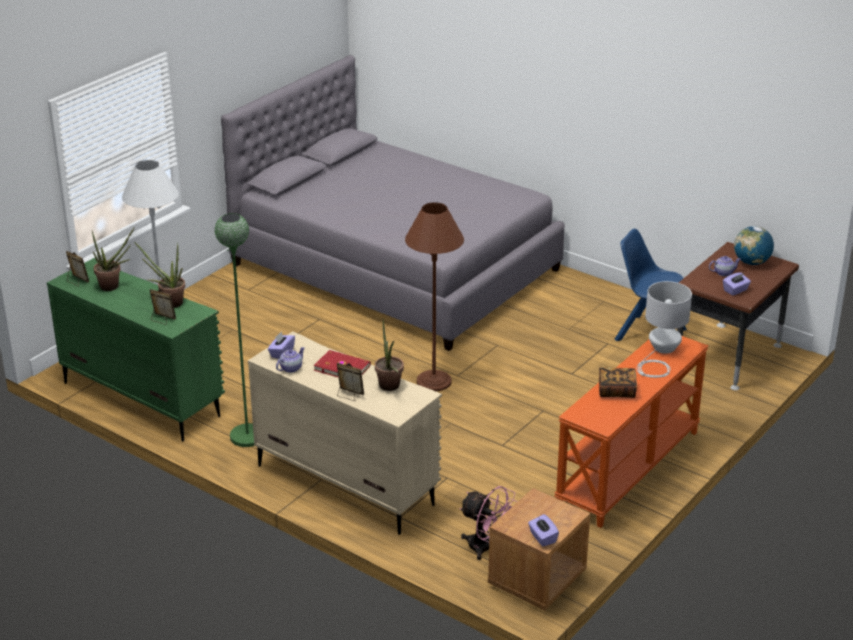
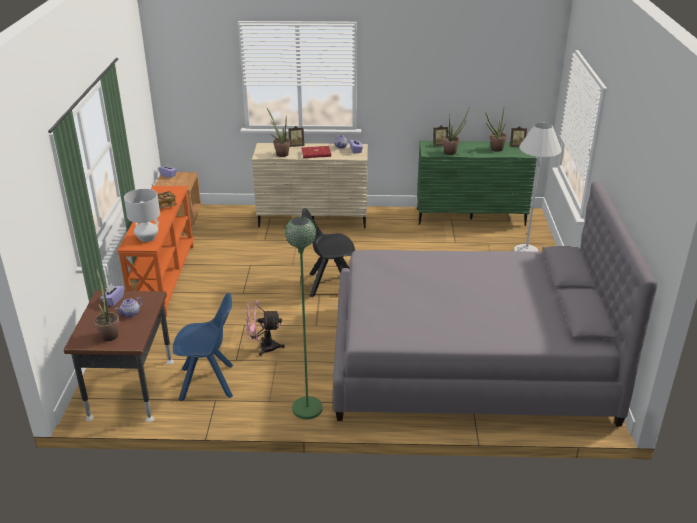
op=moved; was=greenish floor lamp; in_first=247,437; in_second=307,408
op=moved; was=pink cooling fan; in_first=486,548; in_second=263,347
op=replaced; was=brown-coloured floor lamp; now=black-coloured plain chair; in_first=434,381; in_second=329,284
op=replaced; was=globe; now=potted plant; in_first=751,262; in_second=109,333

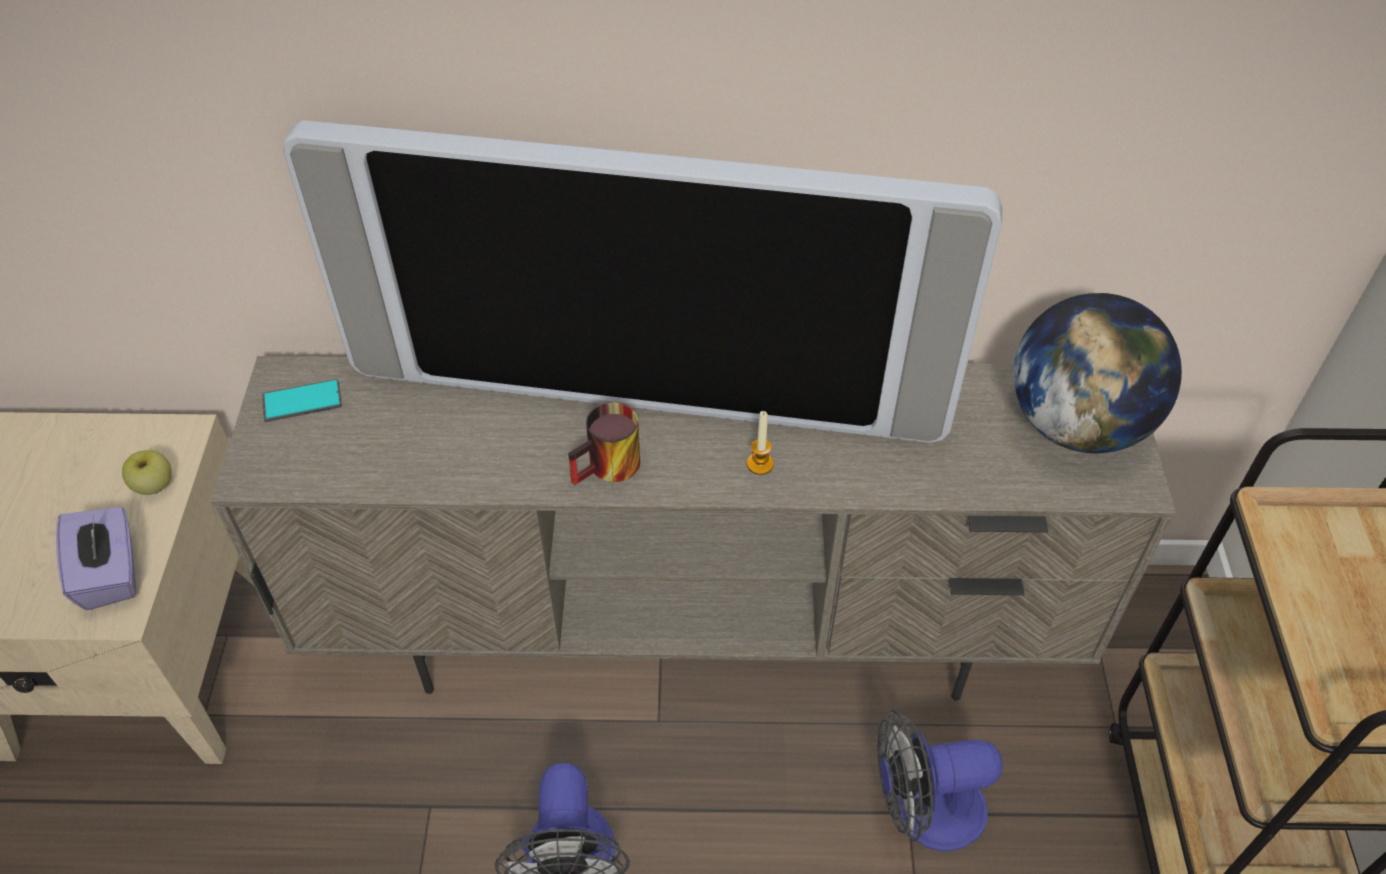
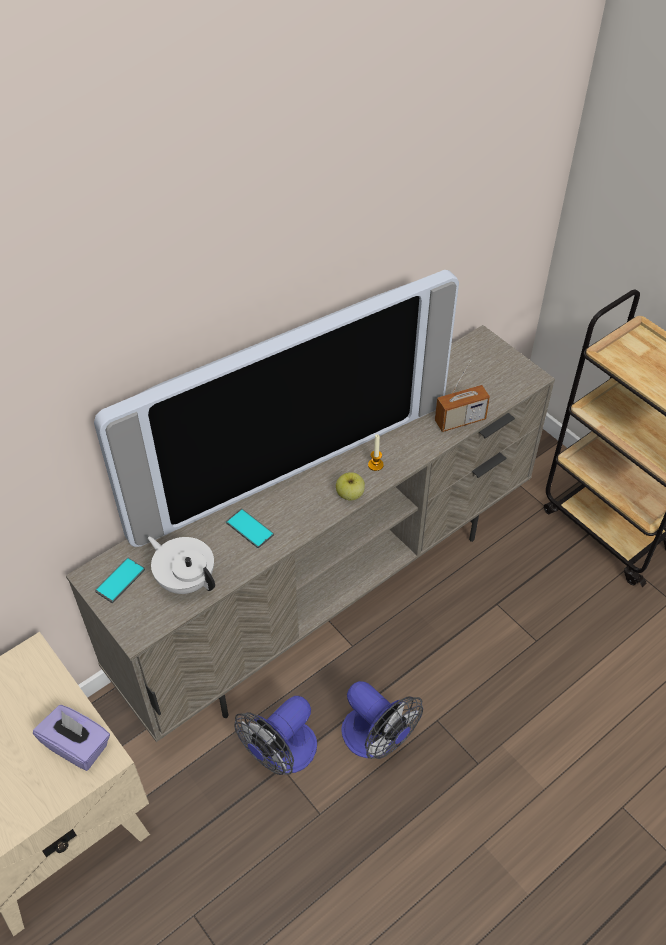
op=removed; was=coffee mug; in_first=610,469
op=removed; was=globe; in_first=1076,424
op=added; now=whitish pot for tea; in_second=186,579
op=added; now=telephone; in_second=249,529
op=added; now=radio set; in_second=460,420
op=moved; was=whole apple; in_first=154,485; in_second=350,495
op=moved; was=cooling fan; in_first=924,811; in_second=282,755

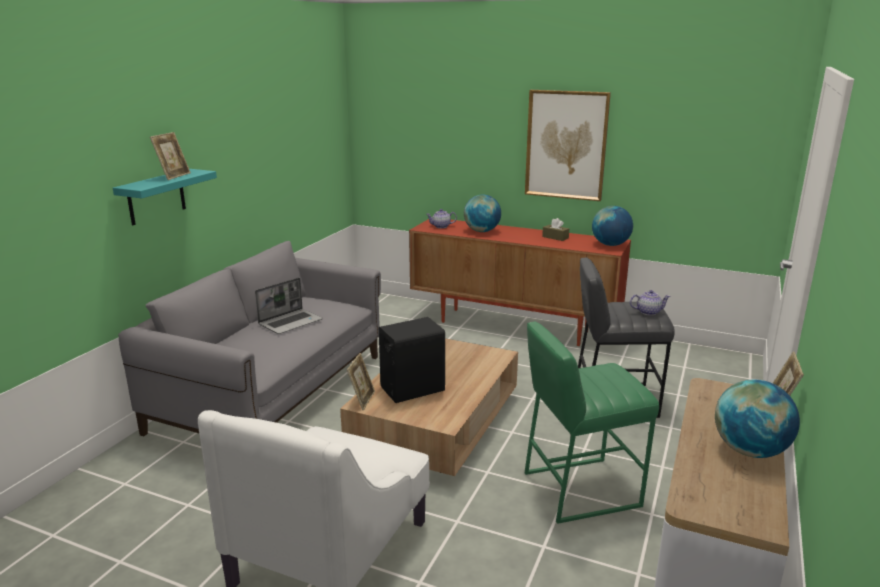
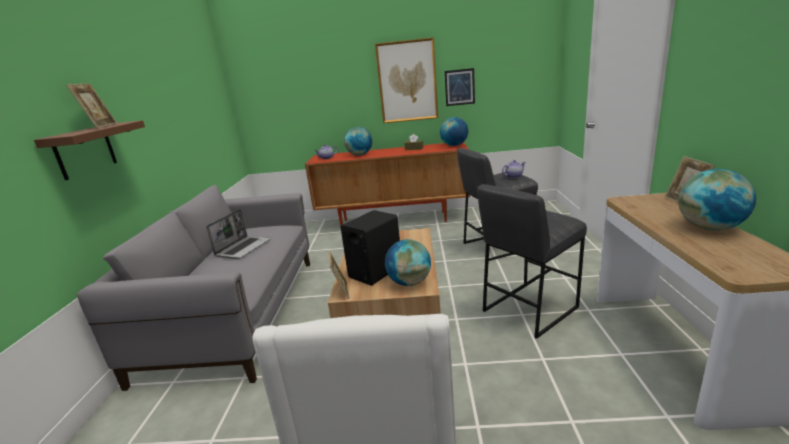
op=added; now=globe; in_second=409,282
op=added; now=wall picture; in_second=459,87
op=recoloured; was=turquoise wall shelf; now=brown-coloured wall shelf; in_first=156,197; in_second=85,151
op=recoloured; was=greenish stool; now=greyish stool; in_first=579,489; in_second=529,309

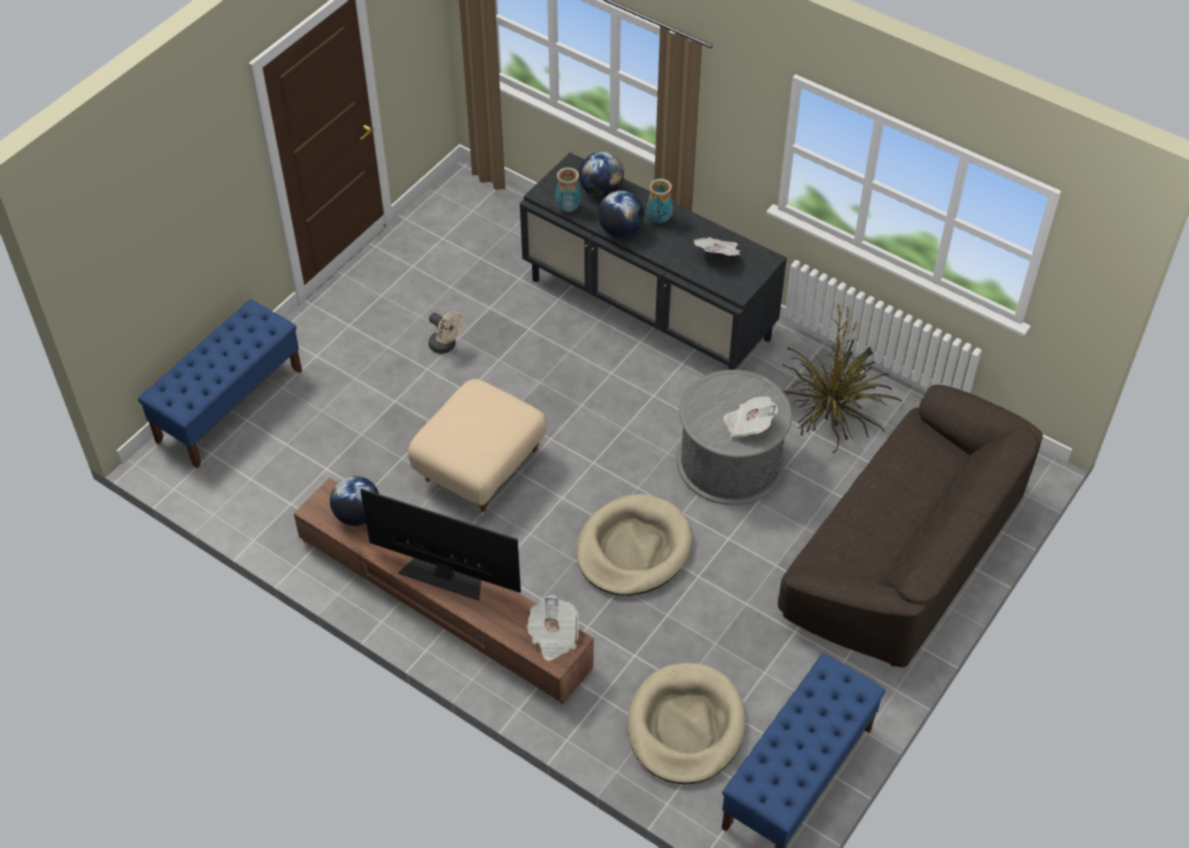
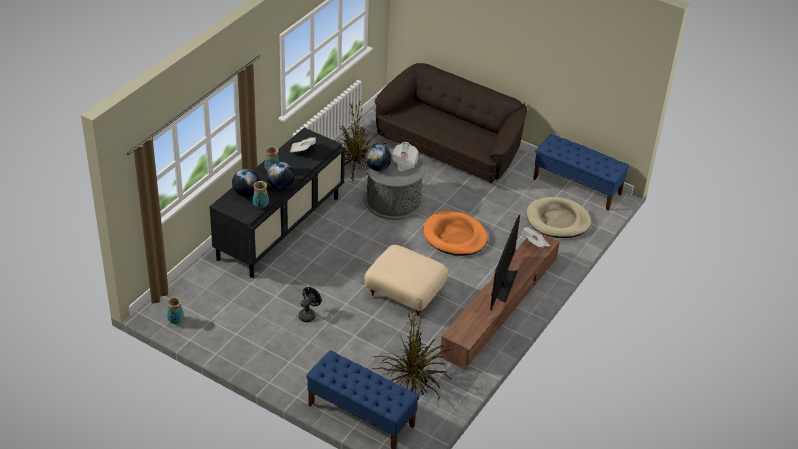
op=added; now=vase; in_second=175,321
op=added; now=potted plant; in_second=413,380
op=moved; was=globe; in_first=357,515; in_second=378,168
op=recoloured; was=beige-coloured cooling fan; now=black-coloured cooling fan; in_first=446,346; in_second=308,314
op=recoloured; was=beige-coloured dog bed; now=orange dog bed; in_first=633,549; in_second=455,236

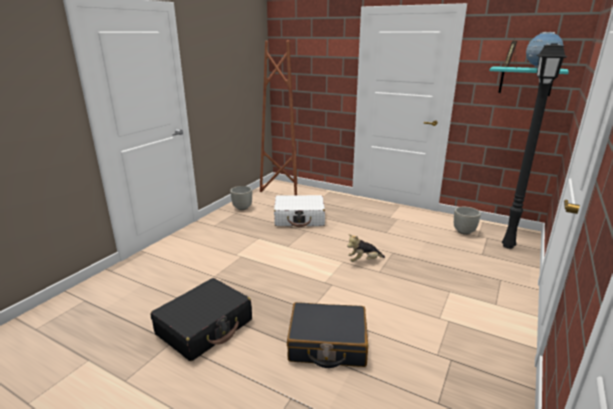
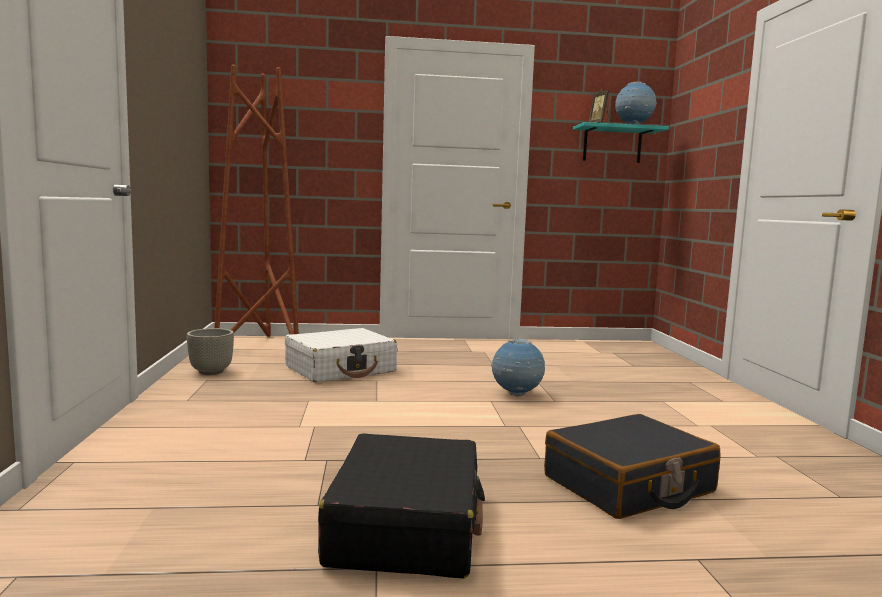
op=removed; was=greyish planter; in_first=464,231
op=removed; was=black-coloured floor lamp; in_first=507,246
op=replaced; was=cuddly toy; now=globe; in_first=364,261; in_second=516,395

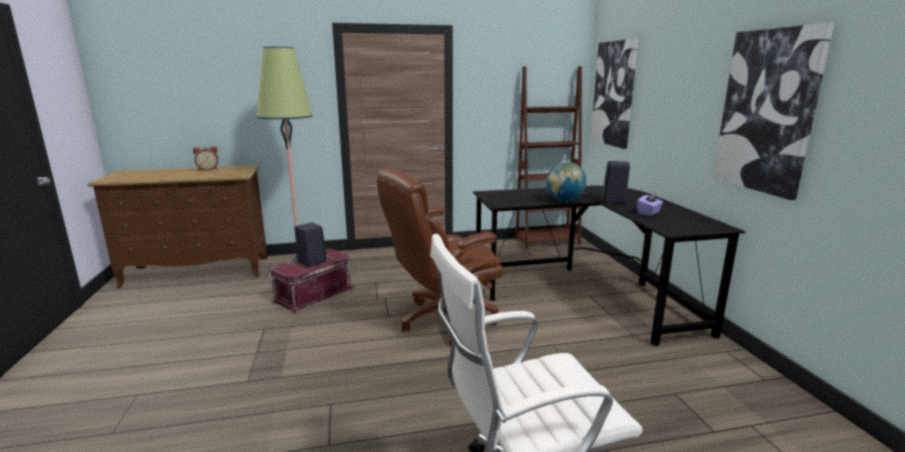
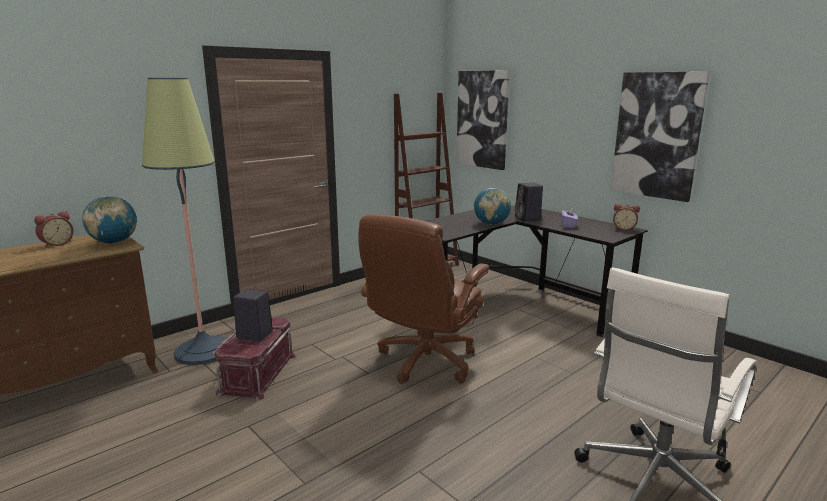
op=added; now=globe; in_second=114,242
op=added; now=bedside clock; in_second=624,228

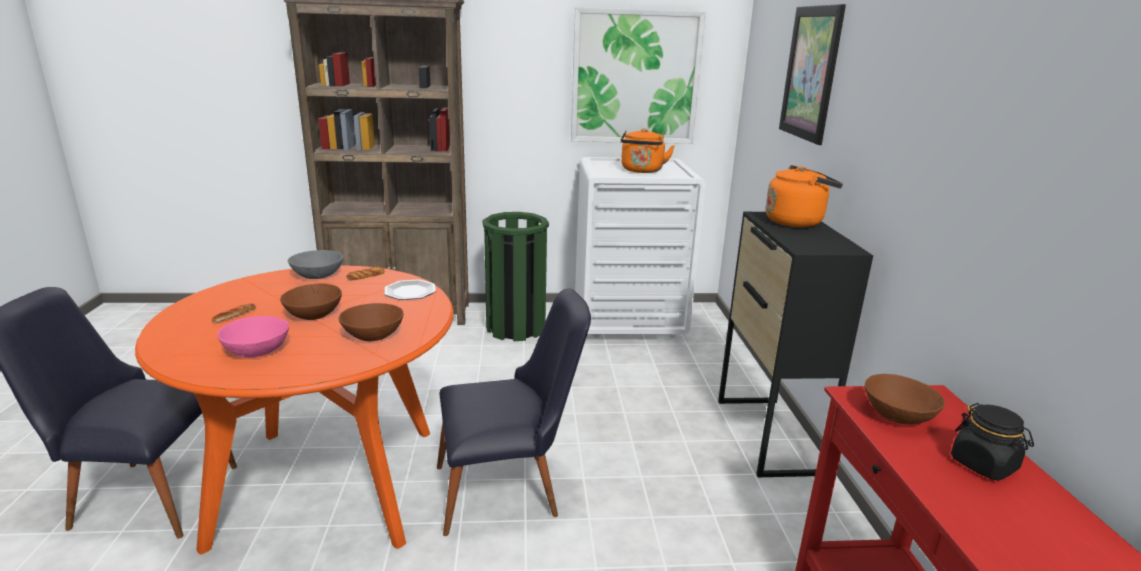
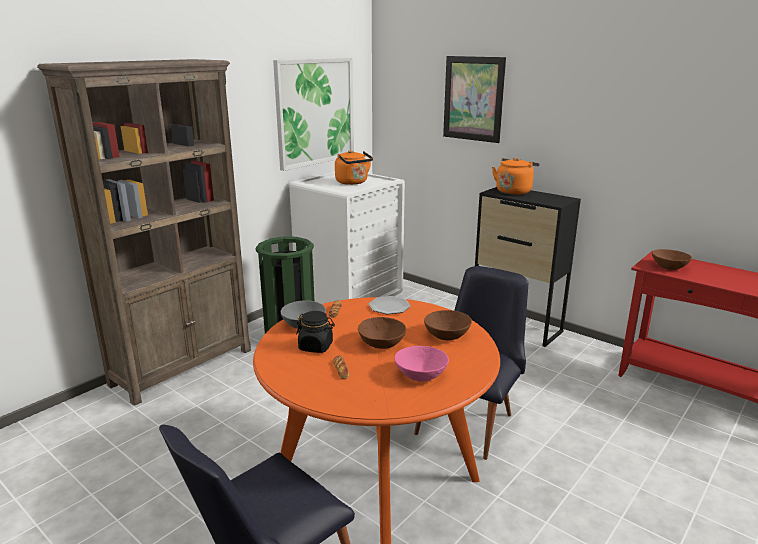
op=moved; was=black-coloured jar; in_first=984,465; in_second=316,346

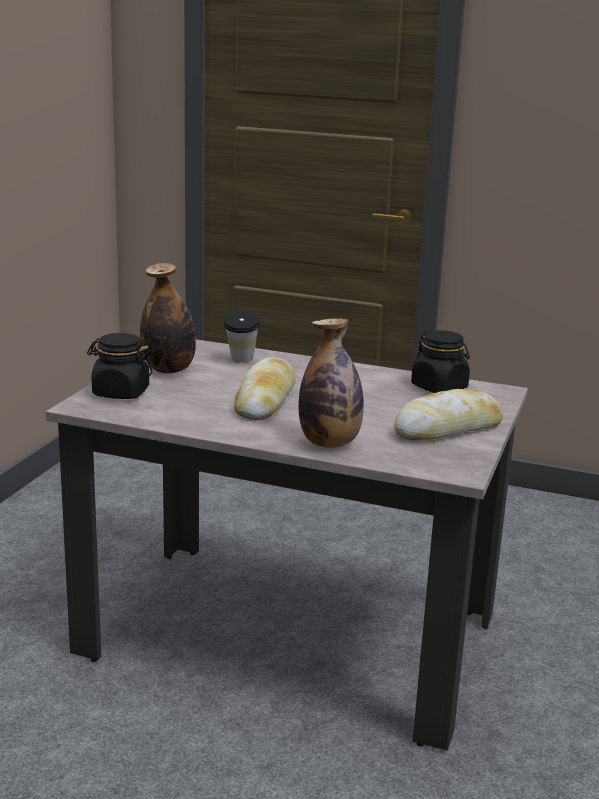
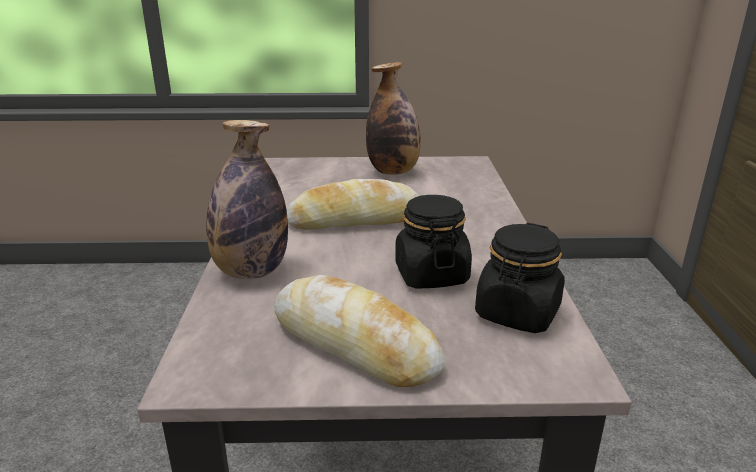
op=removed; was=cup; in_first=241,361
op=moved; was=black-coloured jar; in_first=120,393; in_second=431,274

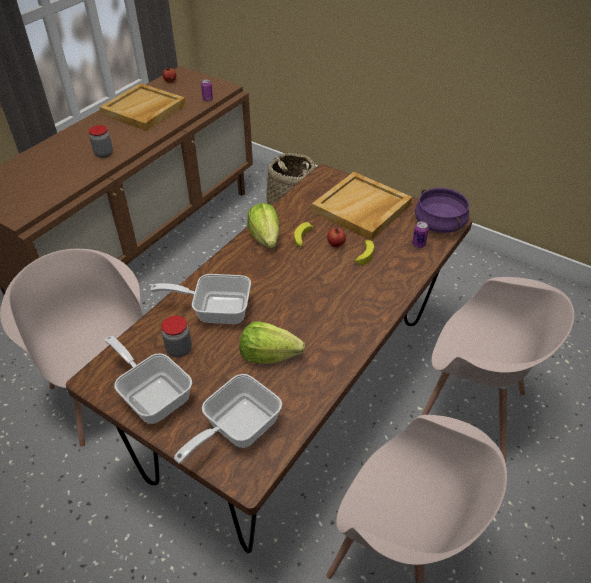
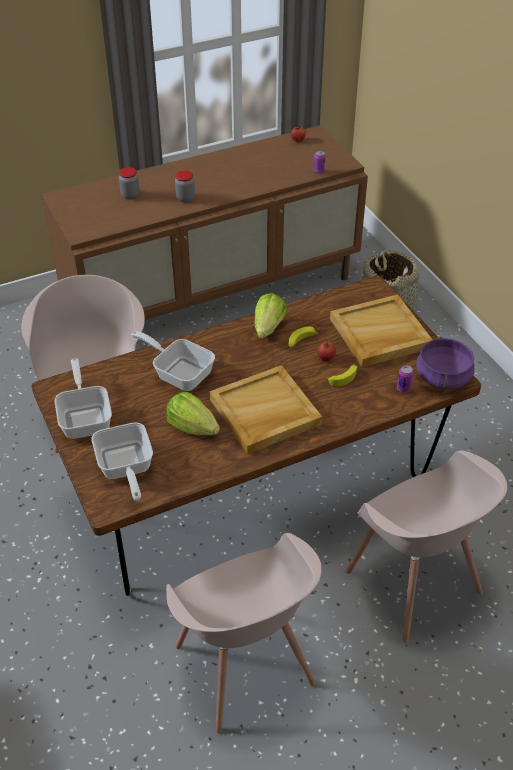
op=moved; was=beige-coloured carrying tray; in_first=144,110; in_second=264,412
op=moved; was=jar; in_first=179,349; in_second=130,195
op=turned; was=skillet; in_first=235,428; in_second=125,469; clockwise=-90

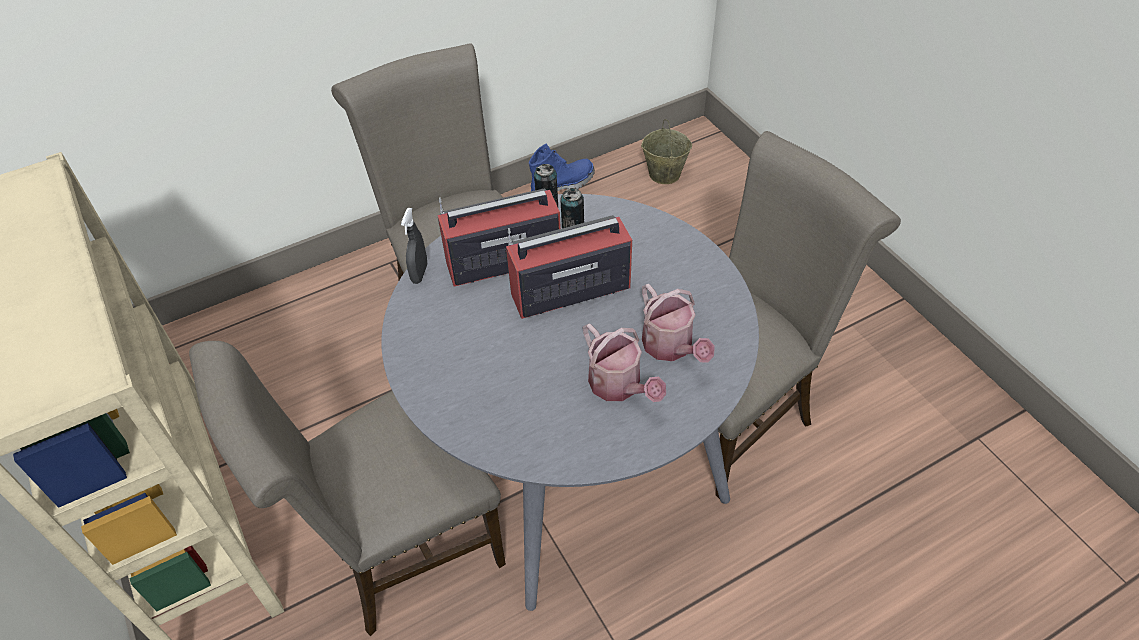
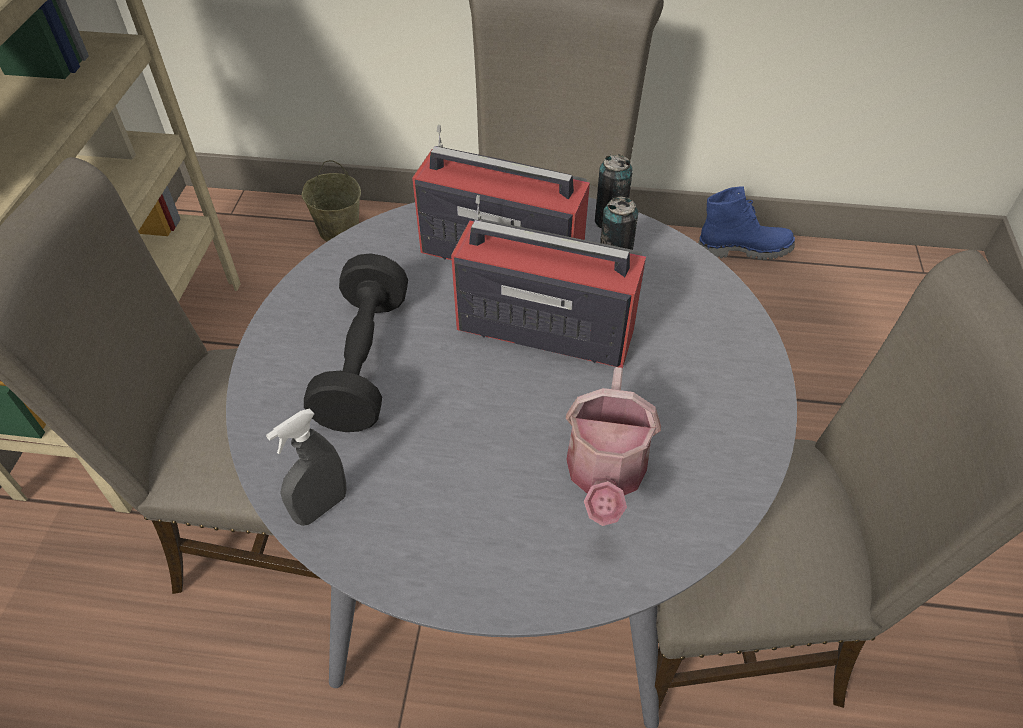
op=removed; was=sprinkling can; in_first=619,386
op=added; now=black-coloured dumbbell; in_second=364,362
op=moved; was=greyish hand sprayer; in_first=419,273; in_second=321,507
op=moved; was=beige-coloured water bucket; in_first=664,174; in_second=338,230

